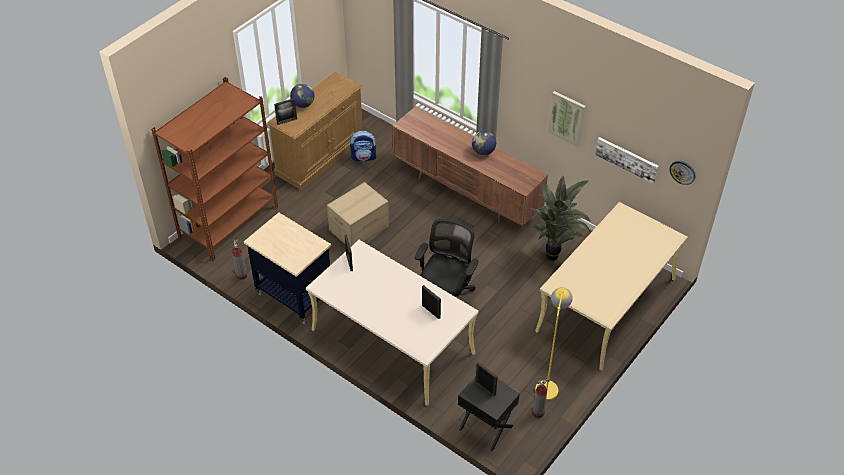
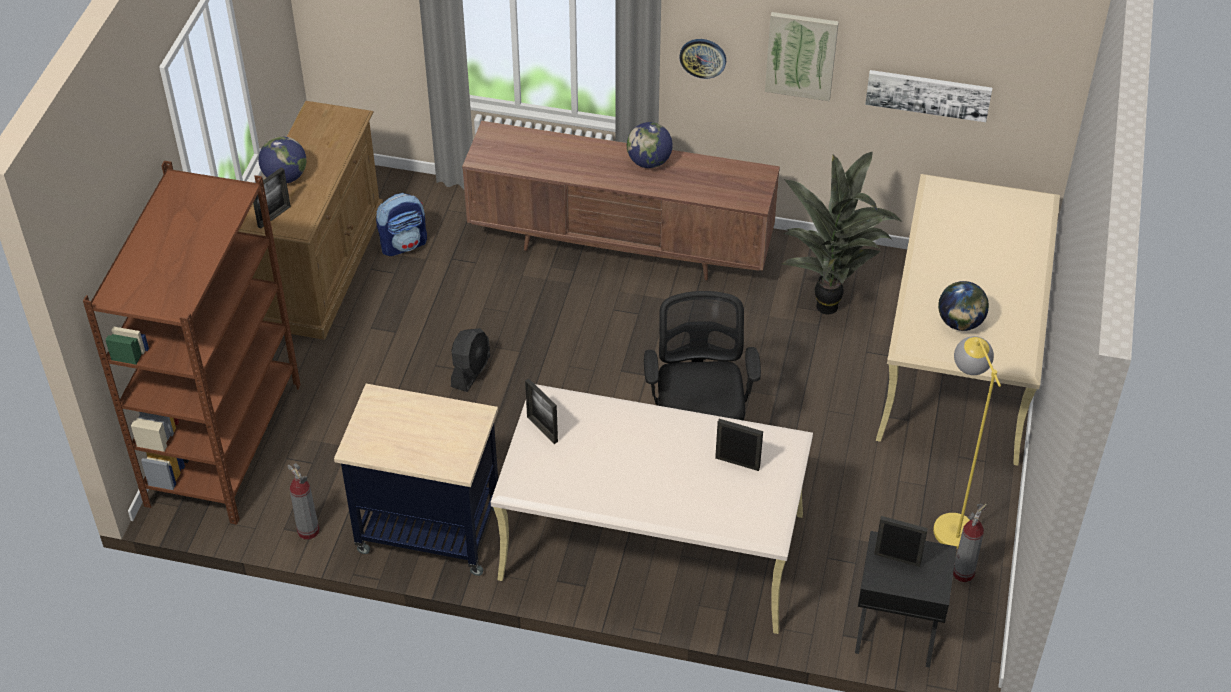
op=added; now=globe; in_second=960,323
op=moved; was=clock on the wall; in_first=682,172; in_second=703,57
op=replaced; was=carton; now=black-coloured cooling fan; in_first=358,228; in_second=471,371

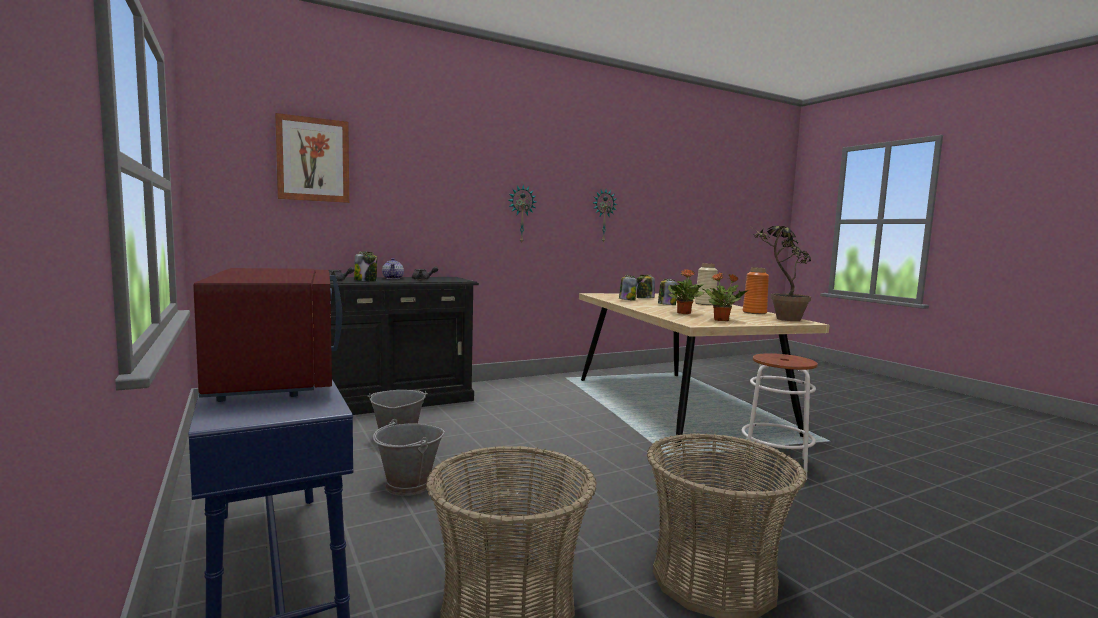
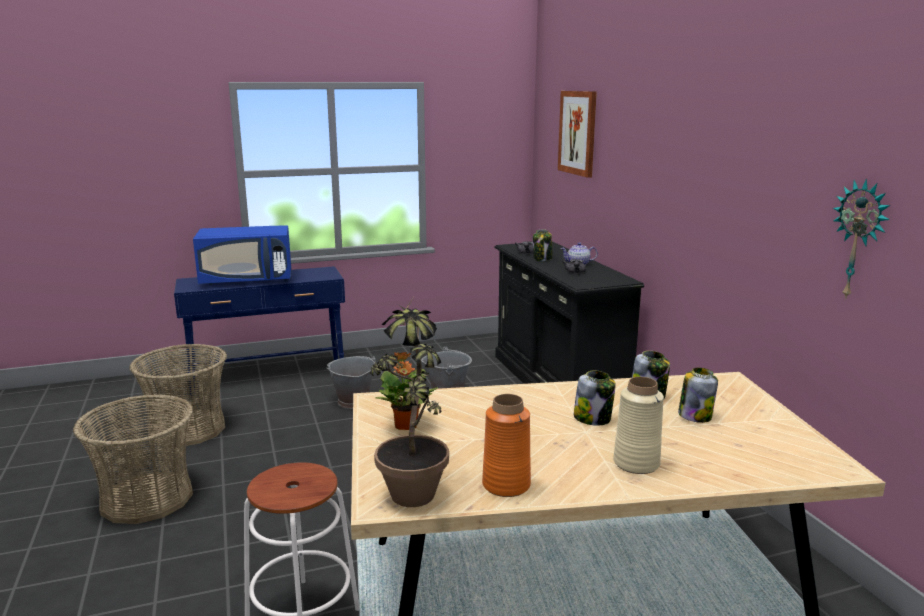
op=removed; was=clock on the wall; in_first=521,214
op=removed; was=potted plant; in_first=684,313
op=recoloured; was=reddish kitchen microwave; now=bluish kitchen microwave; in_first=275,377; in_second=247,280

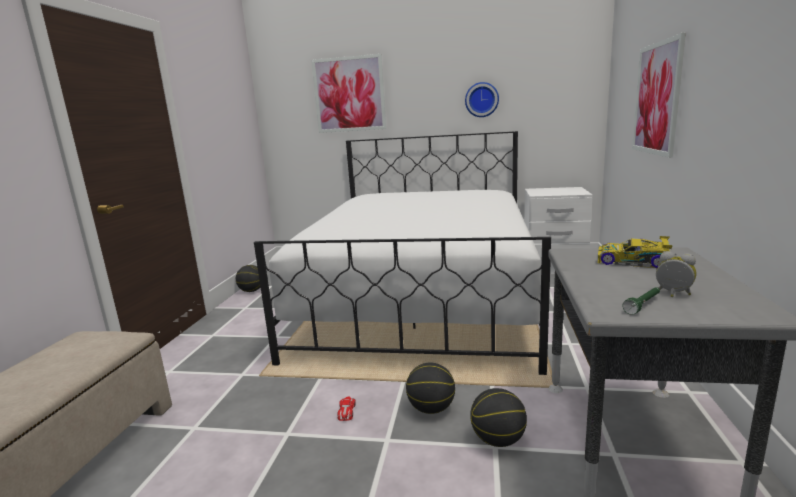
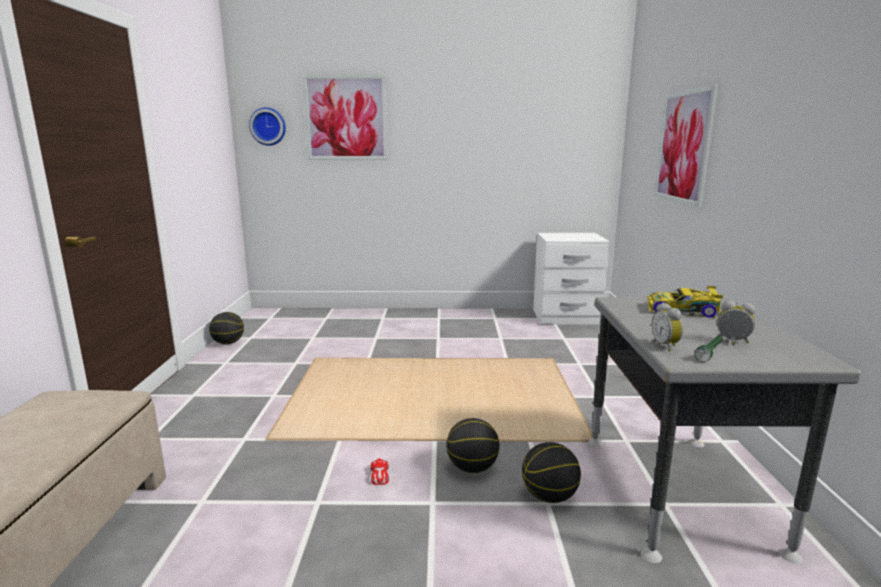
op=removed; was=whitish bedroom bed; in_first=422,300
op=added; now=bedside clock; in_second=666,346
op=moved; was=clock on the wall; in_first=481,100; in_second=268,126

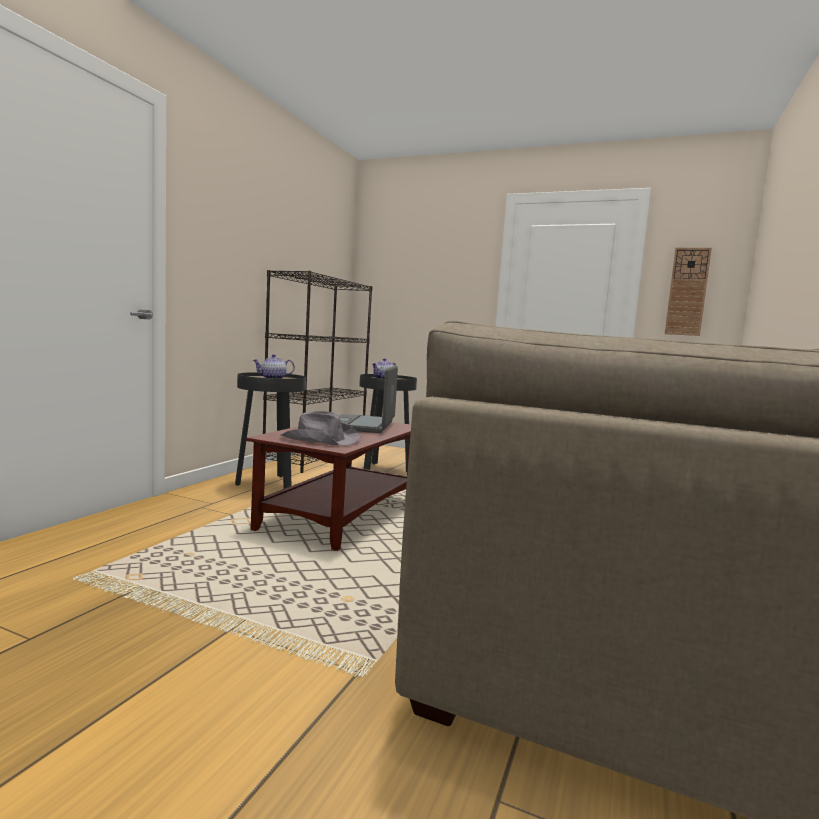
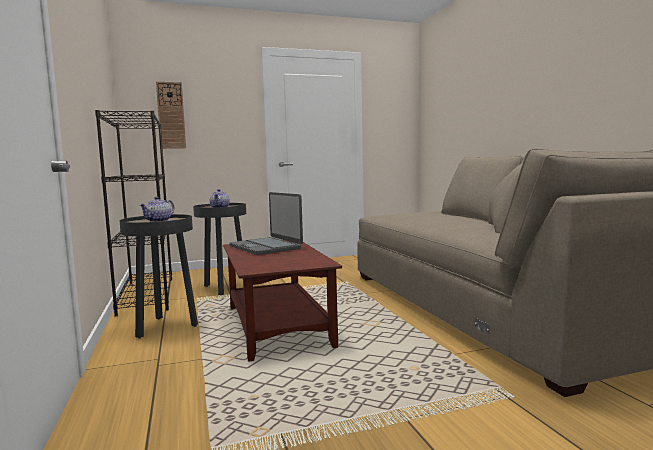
op=removed; was=greyish hat; in_first=319,439
op=moved; was=clock on the wall; in_first=687,292; in_second=171,115

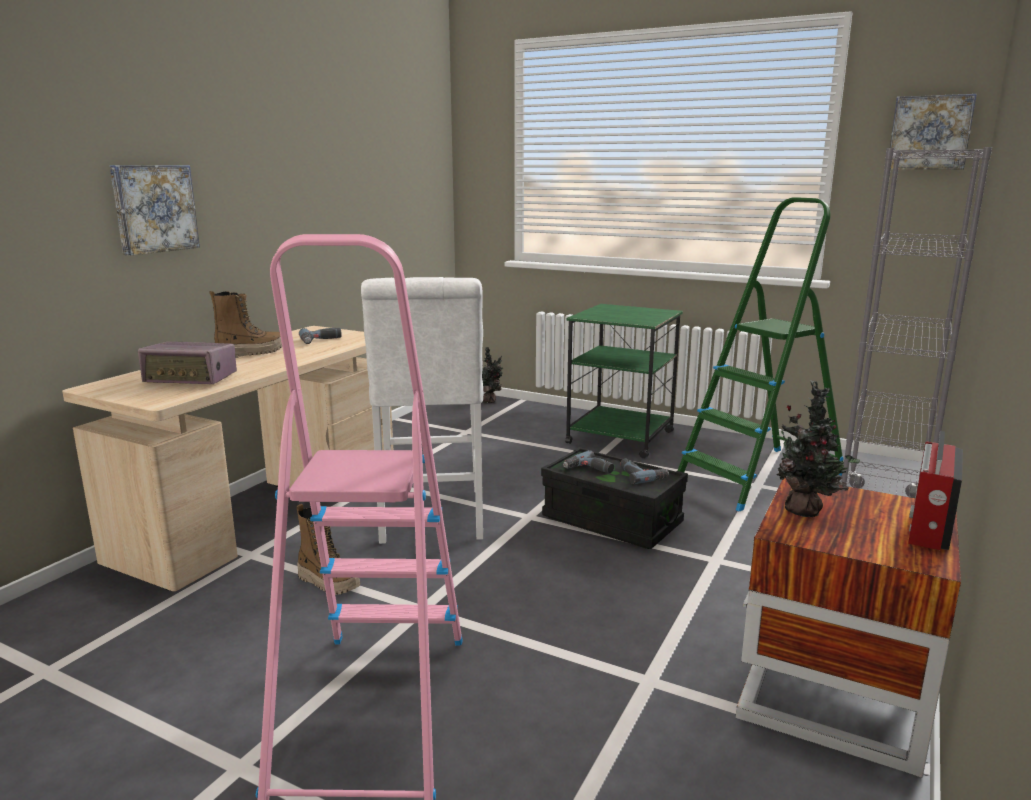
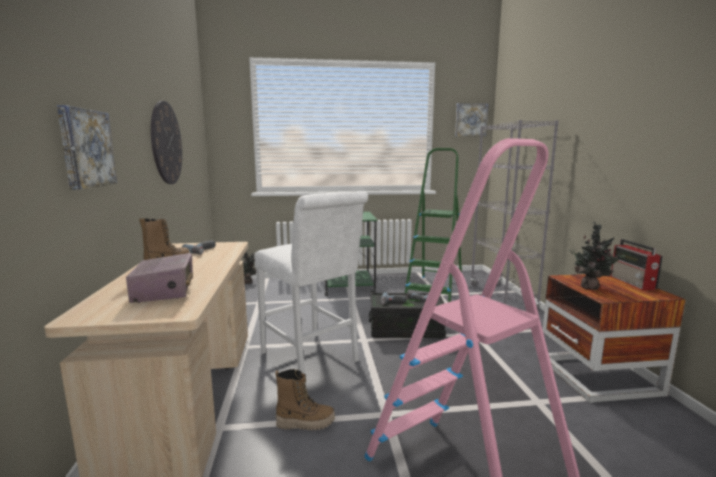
op=added; now=clock on the wall; in_second=166,143
op=turned; was=radio set; in_first=191,379; in_second=165,292; clockwise=-75

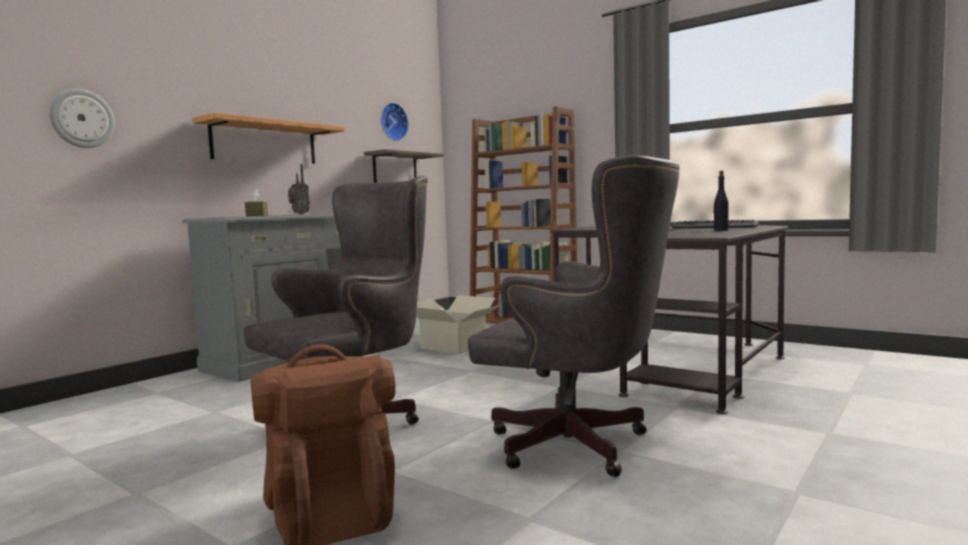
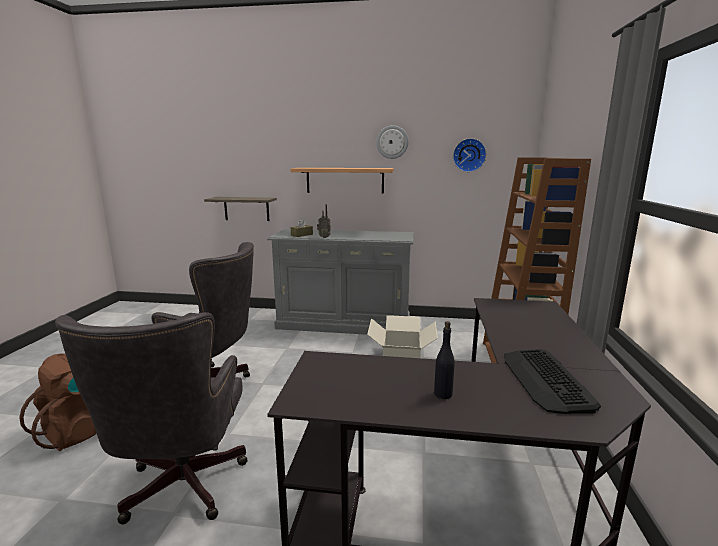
op=moved; was=clock on the wall; in_first=82,118; in_second=392,142
op=moved; was=wall shelf; in_first=395,169; in_second=246,208

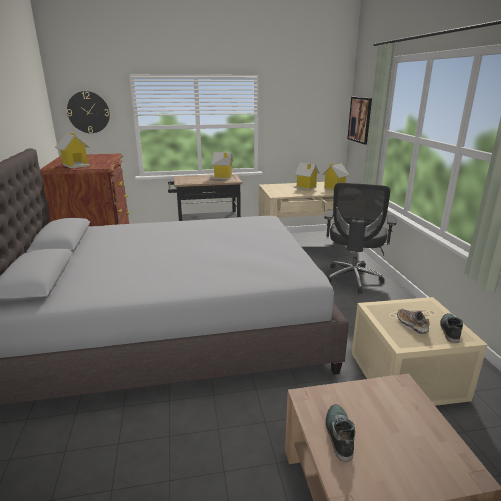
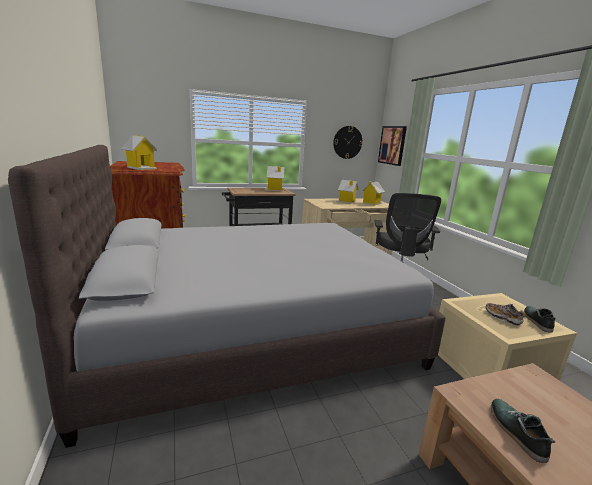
op=moved; was=clock on the wall; in_first=88,112; in_second=347,142

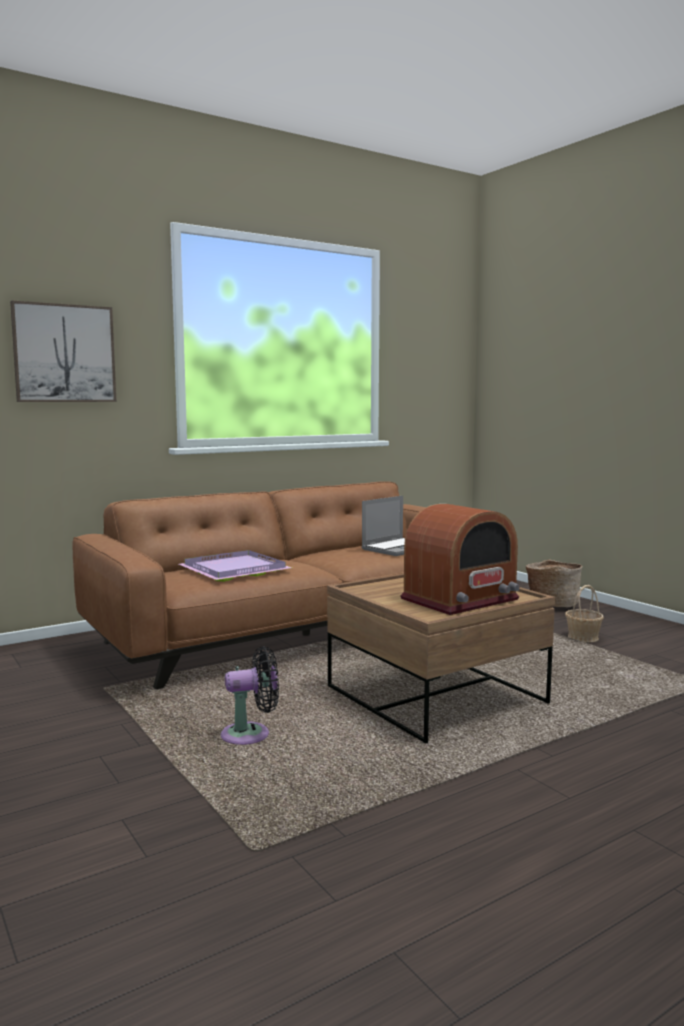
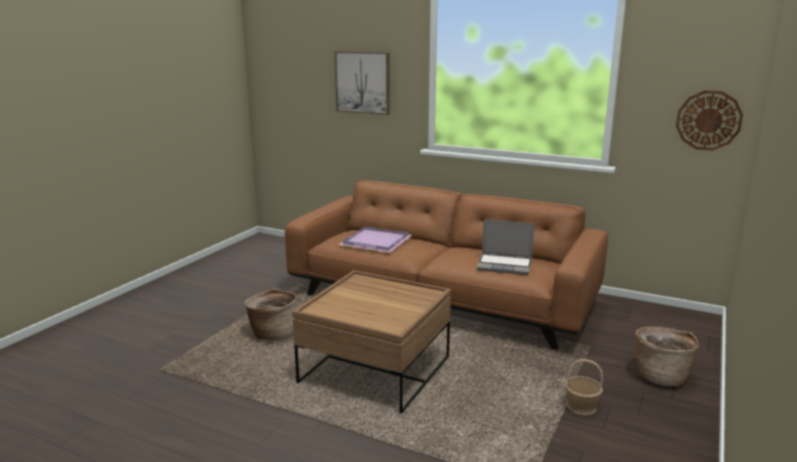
op=removed; was=radio set; in_first=460,599
op=added; now=clock on the wall; in_second=708,120
op=replaced; was=black-coloured cooling fan; now=basket; in_first=251,734; in_second=273,334

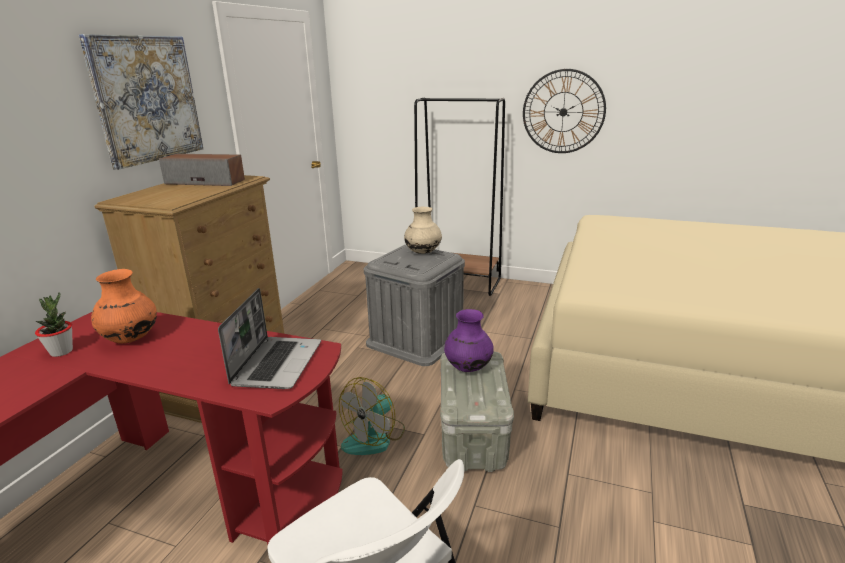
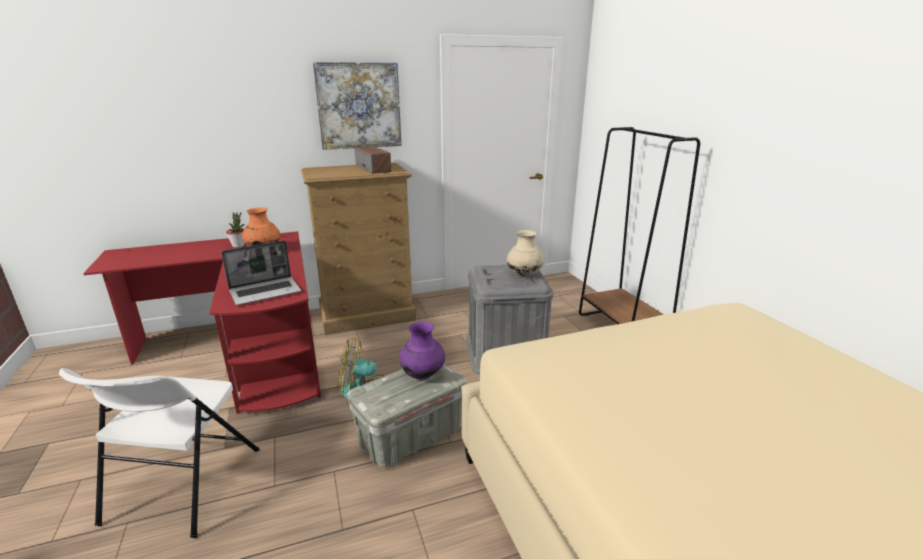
op=removed; was=clock on the wall; in_first=563,112

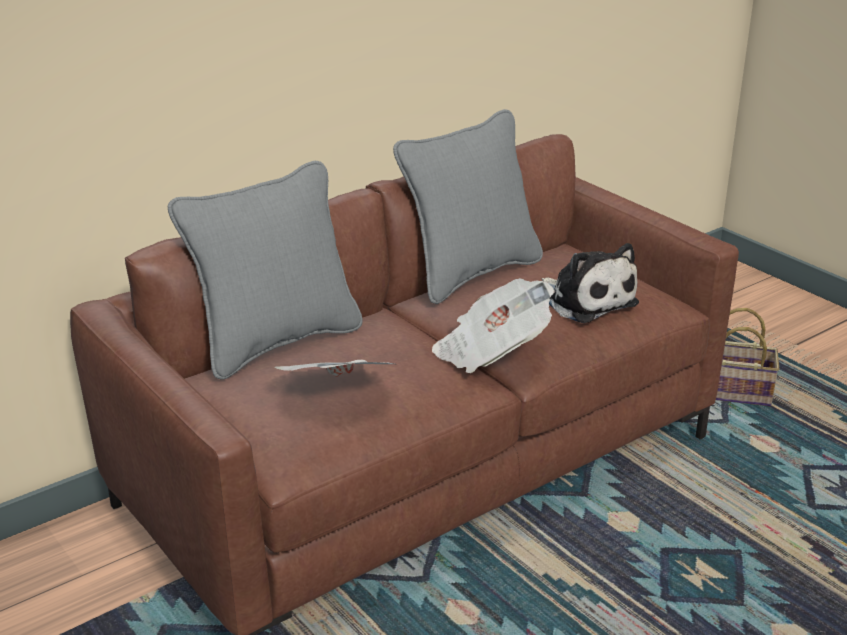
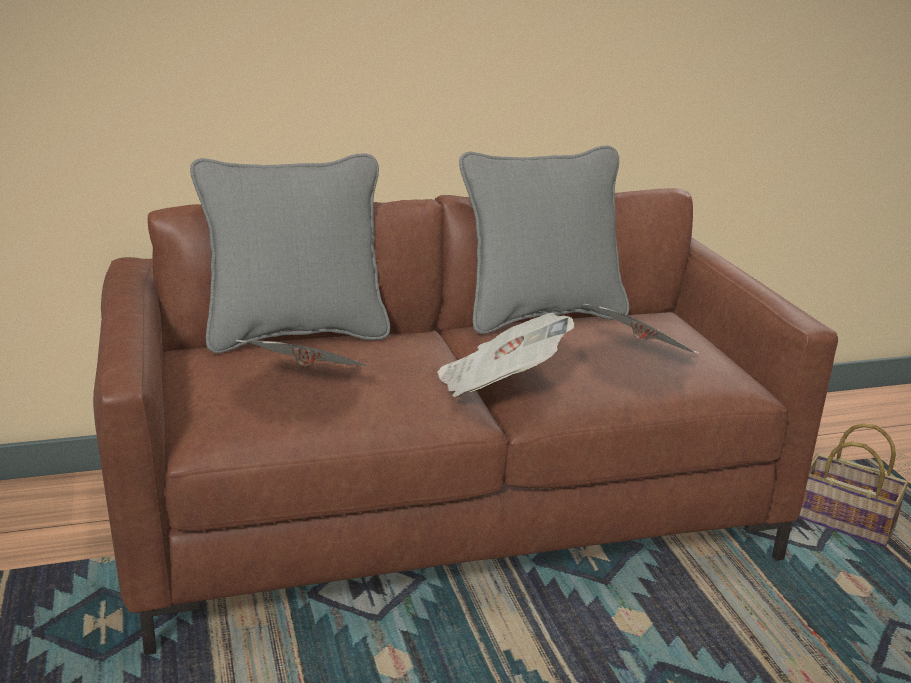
op=replaced; was=cuddly toy; now=printed paper; in_first=586,300; in_second=642,360

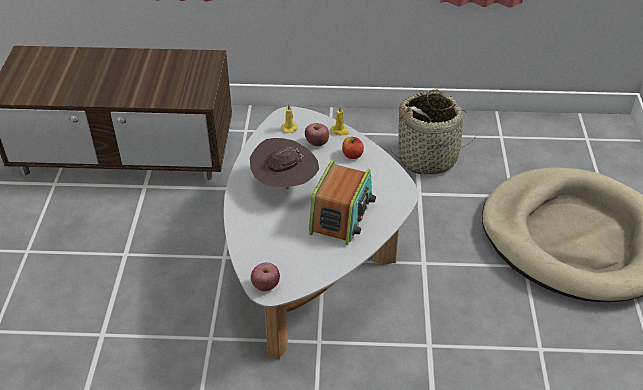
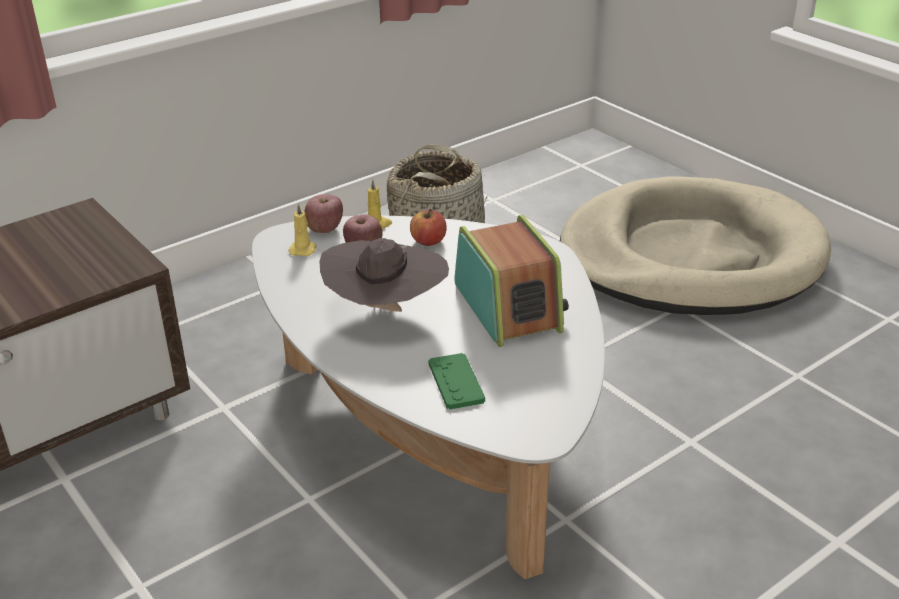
op=added; now=greenish gamepad; in_second=456,382
op=moved; was=whole apple; in_first=265,285; in_second=324,228

